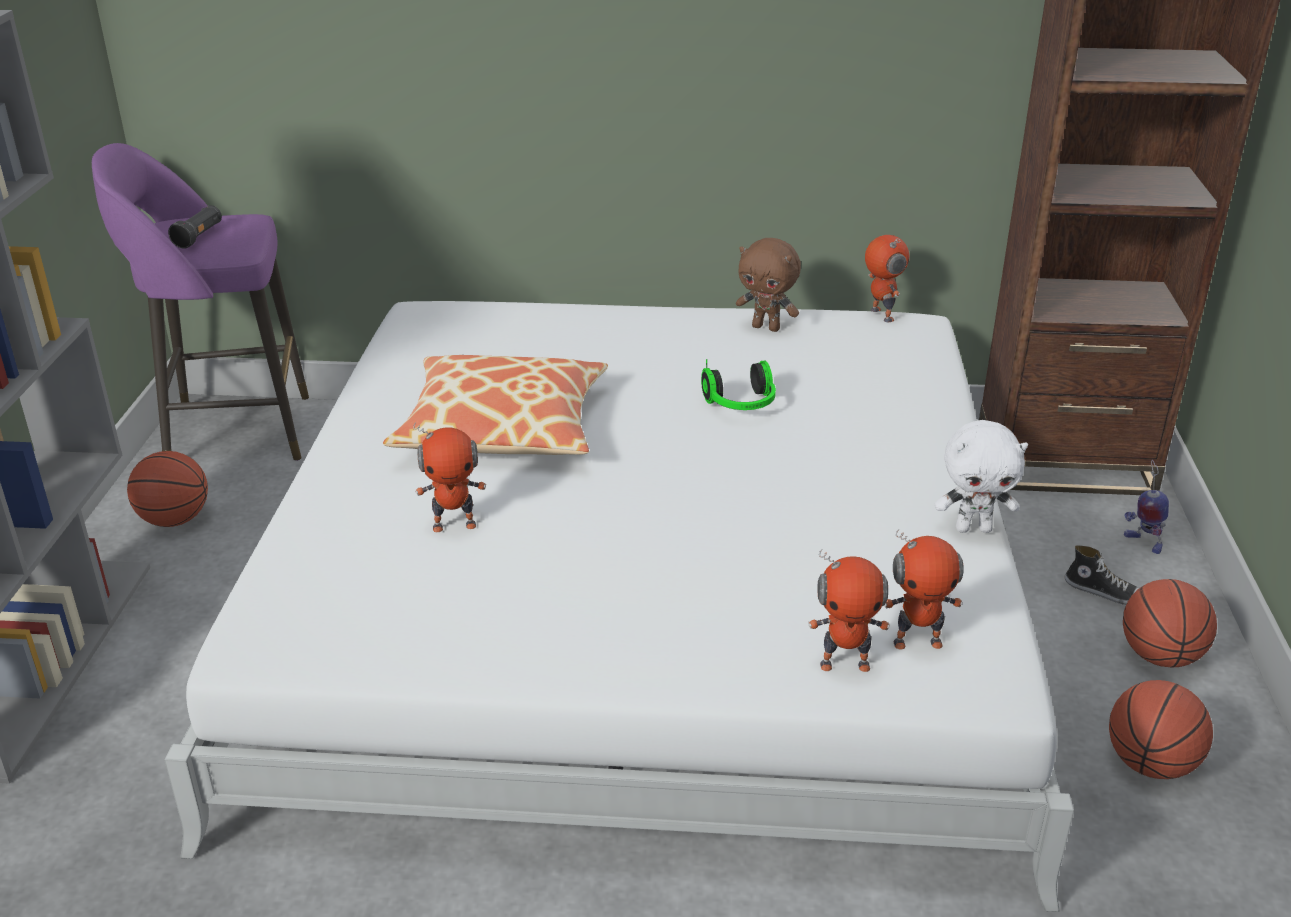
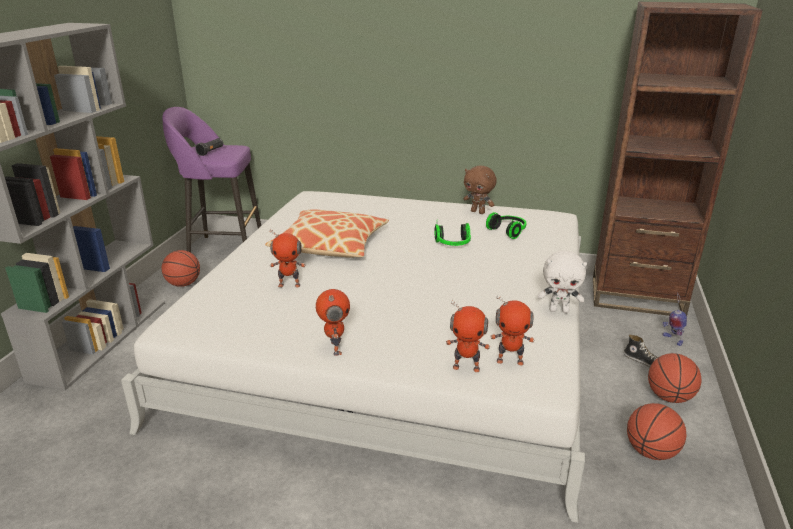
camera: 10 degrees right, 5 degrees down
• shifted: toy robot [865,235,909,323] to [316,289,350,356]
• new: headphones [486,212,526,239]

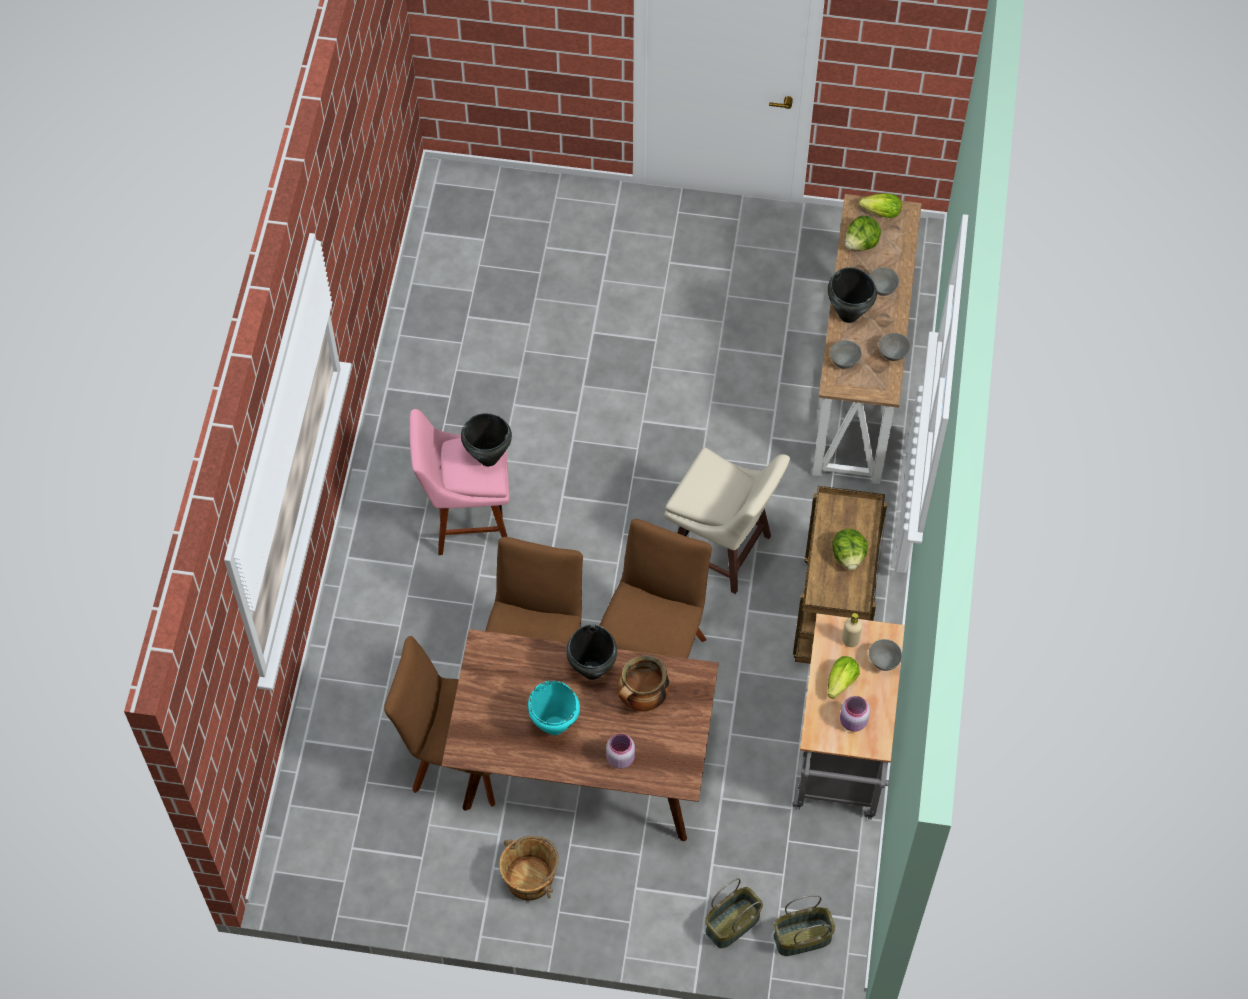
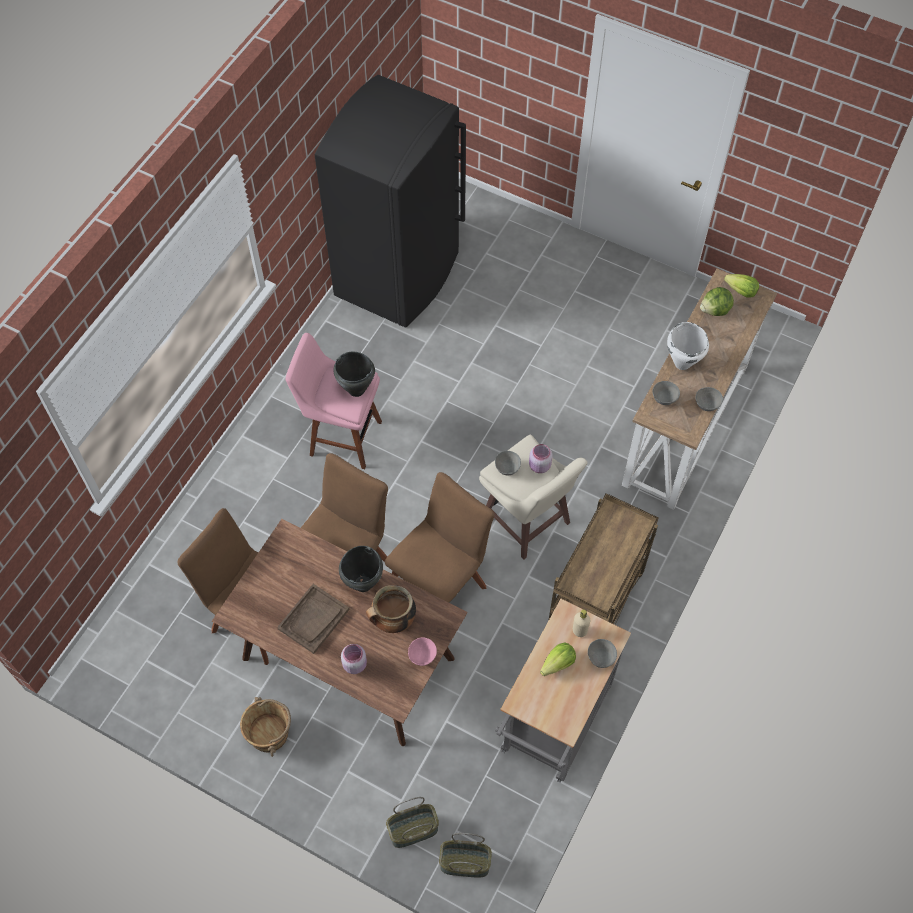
camera: 20 degrees right, 0 degrees up
• swapped: cooking pot (turquoise) [528,680,580,735] to tray (brown) [277,584,350,654]
• new: fridge (black) [315,75,466,328]
• new: bowl (pink) [408,637,437,666]
• shifted: bowl (grey) [869,268,899,296] to [495,451,521,476]
• shifted: jar (pink) [840,696,870,732] to [529,444,552,473]
• repainted: cooking pot (black) [828,267,877,323] to cooking pot (white) [667,322,709,370]
• gone: lettuce [832,529,868,570]

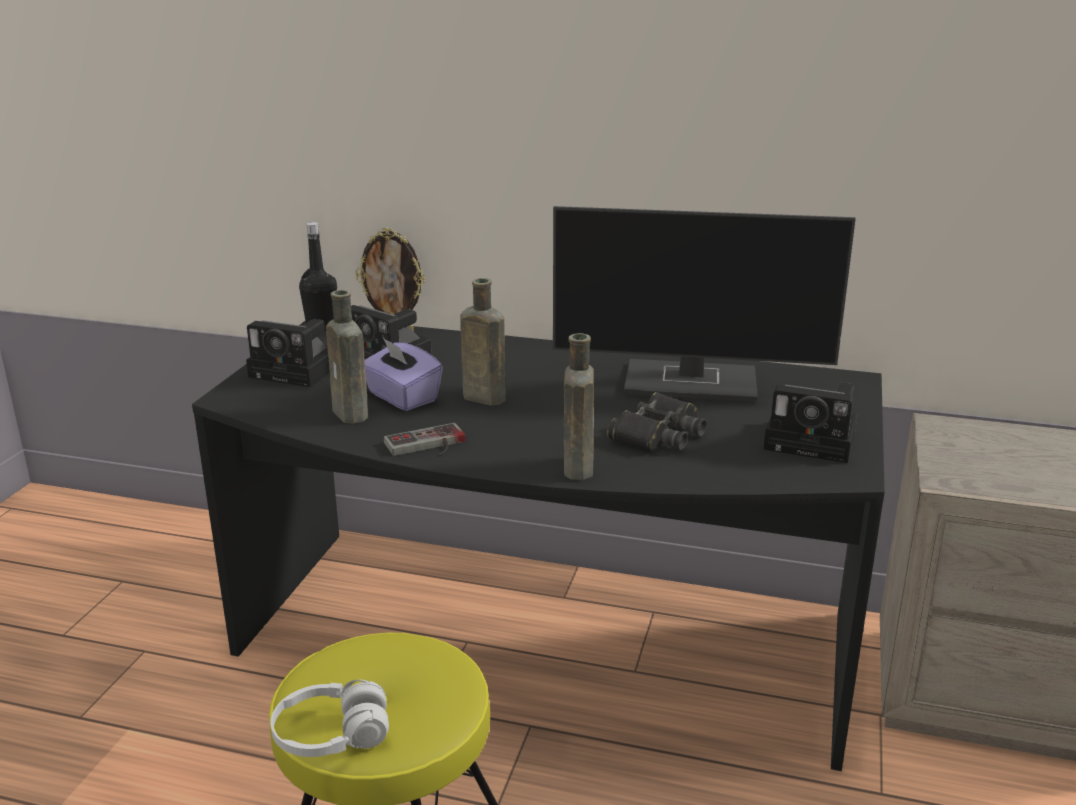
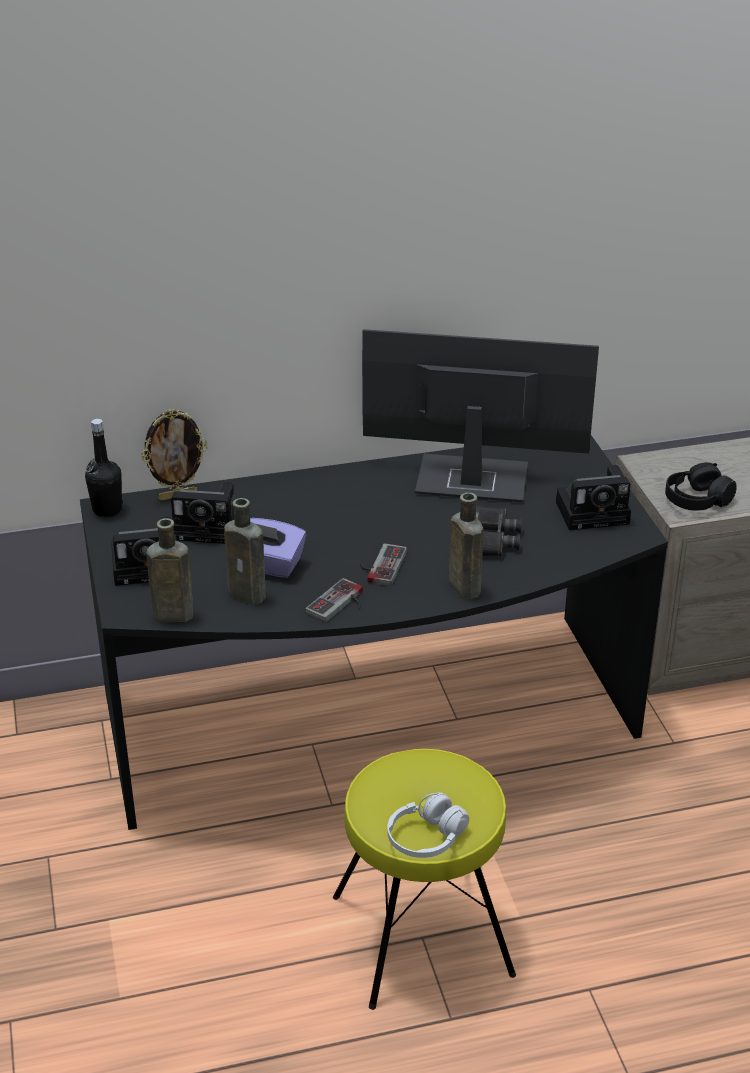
camera: 30 degrees left, 10 degrees up
• shifted: bottle (brown) [460,278,505,405] to [147,518,194,622]
• new: game controller [360,543,407,586]
• rotated: monitor [553,206,856,402] = [362,329,599,502] 150 degrees counterclockwise
• new: headphones (black) [665,462,737,511]

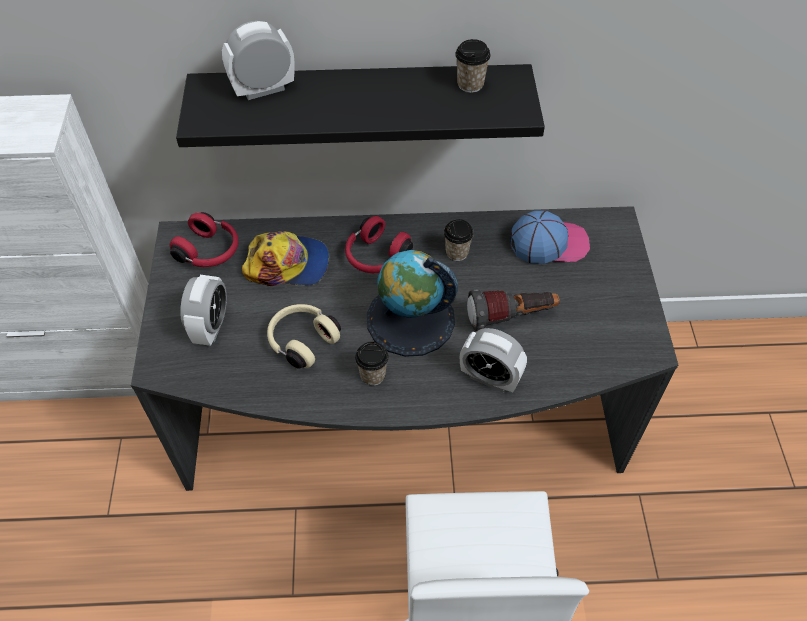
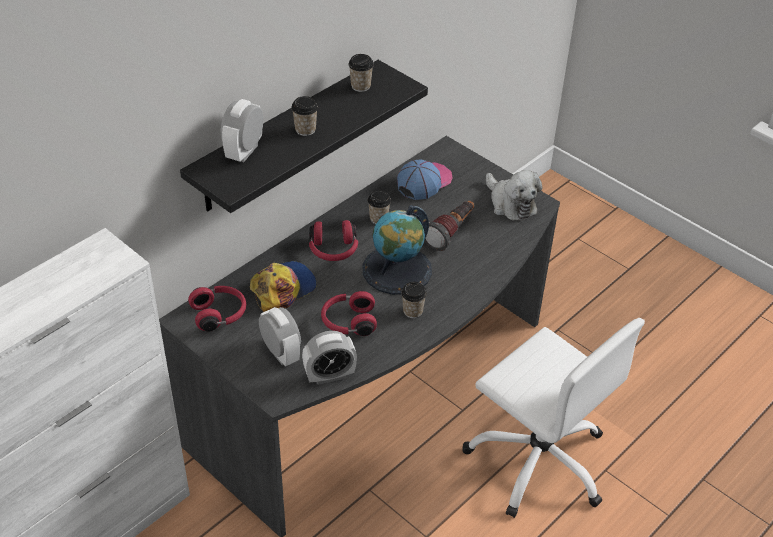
camera: 45 degrees left, 10 degrees down
• new: cup [291,96,318,136]
• shifted: alarm clock [460,328,527,392] to [302,331,357,385]
• repainted: headphones (beige) [267,304,341,369] to headphones (red) [321,291,377,336]
• new: plush toy [486,170,542,221]

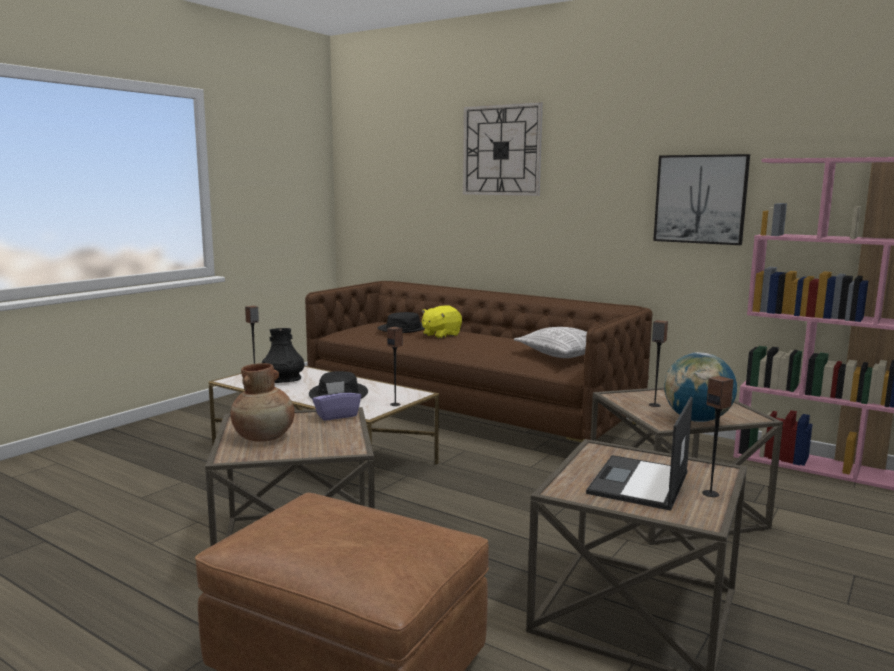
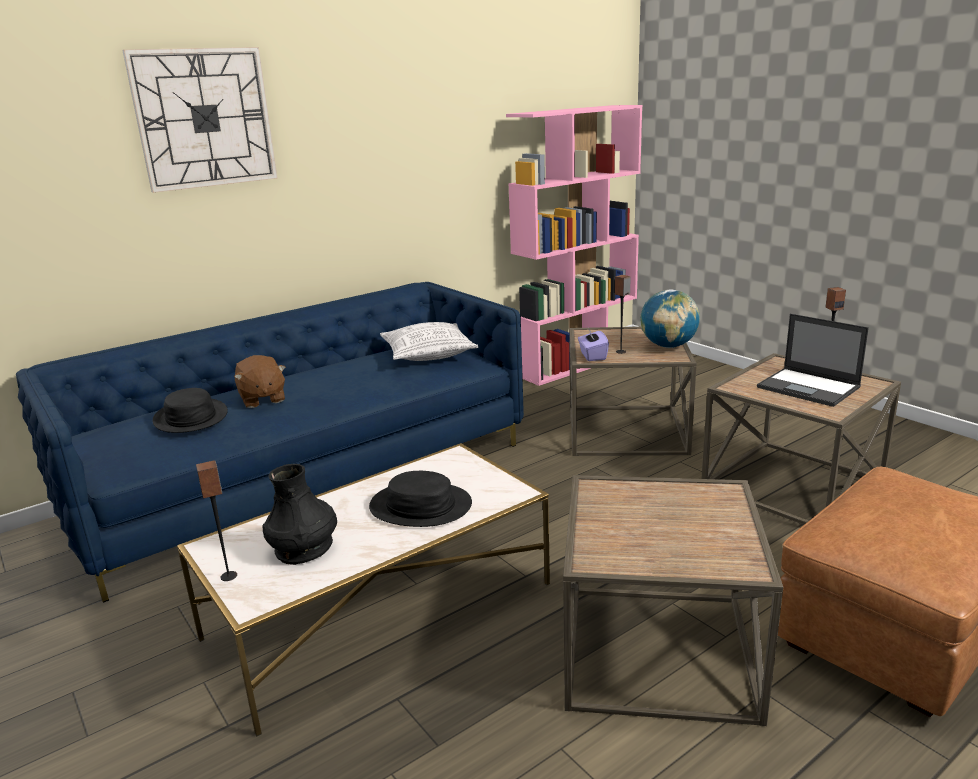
camera: 70 degrees left, 10 degrees up
• repainted: sofa (brown) [305,281,652,442] to sofa (blue) [16,282,524,603]
• repainted: plush toy (yellow) [422,305,462,339] to plush toy (brown) [234,355,286,408]
• shifted: tissue box (purple) [312,381,361,421] to [578,329,609,361]
• gone: vase (brown) [231,363,295,442]
• gone: speaker [387,327,403,406]
• gone: picture [653,154,750,245]

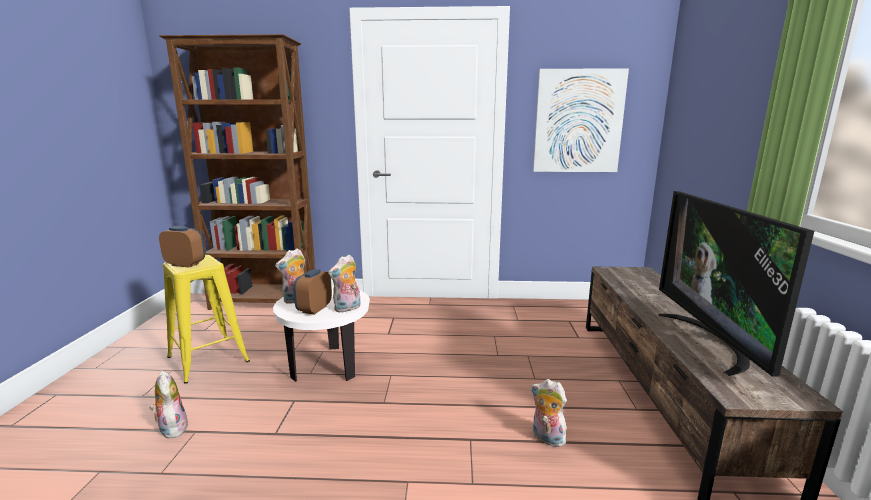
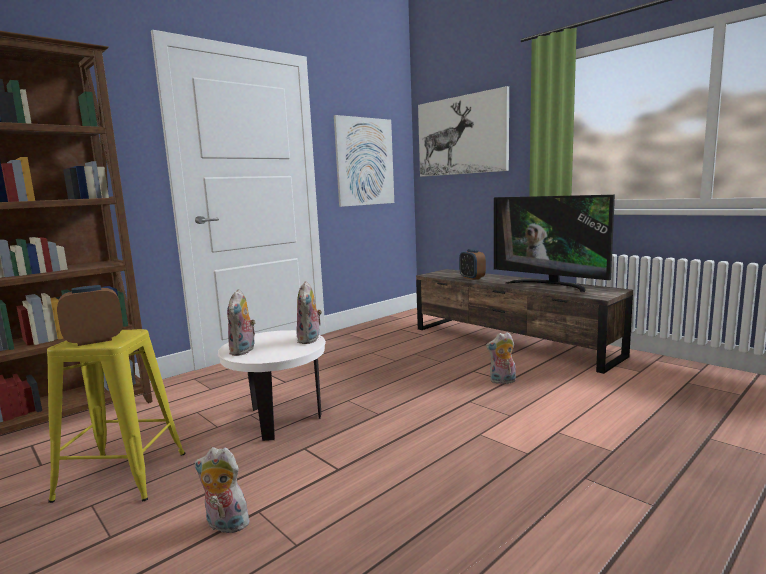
camera: 45 degrees left, 5 degrees down
• new: picture [418,86,509,177]
• shifted: alarm clock [293,269,332,315] to [459,249,486,280]

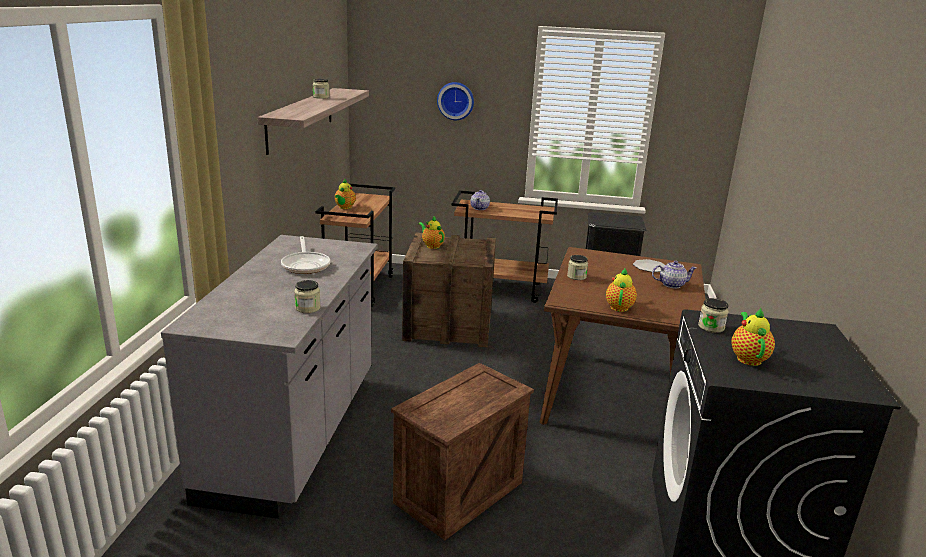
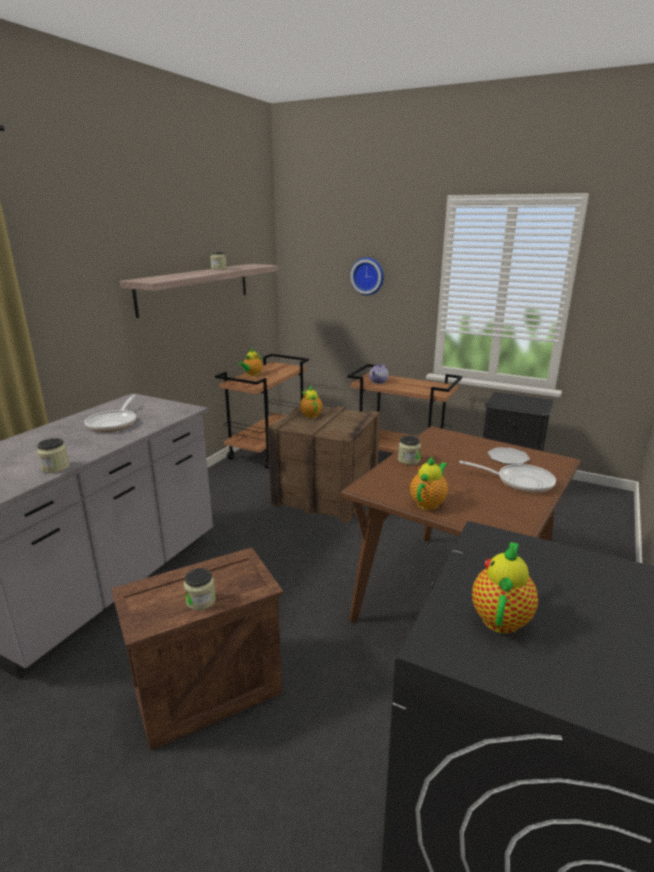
camera: 20 degrees right, 0 degrees up
• shifted: jar [698,298,729,333] to [184,568,216,610]
• swapped: teapot [652,261,697,288] to frying pan [459,461,556,493]

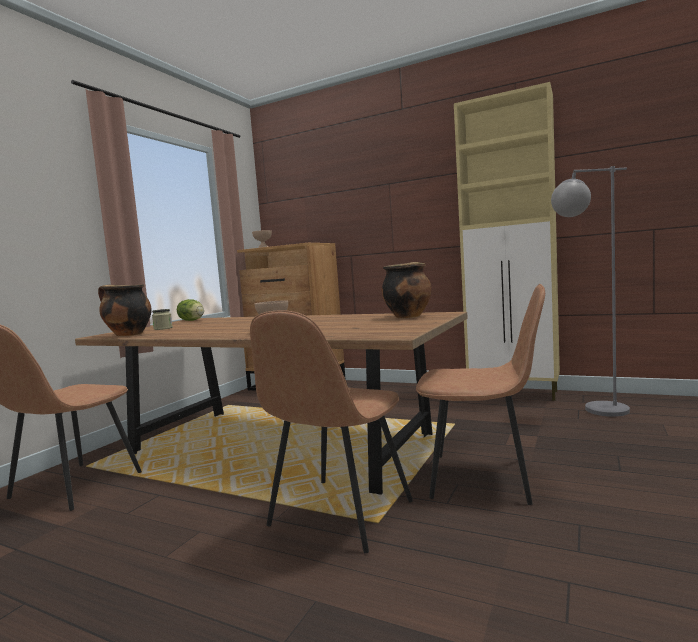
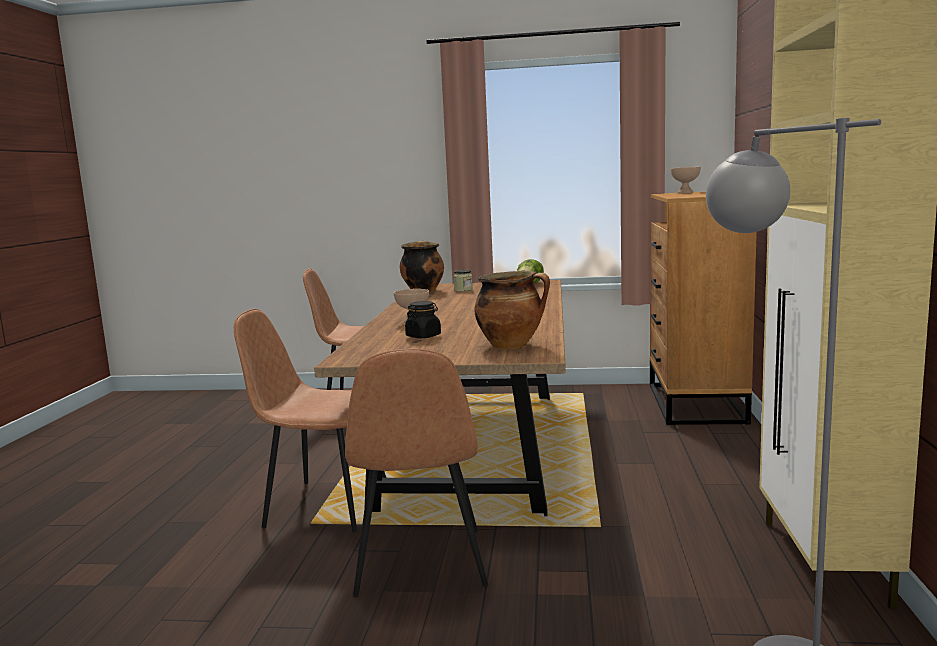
camera: 70 degrees right, 5 degrees up
• new: jar (black) [405,301,441,338]

